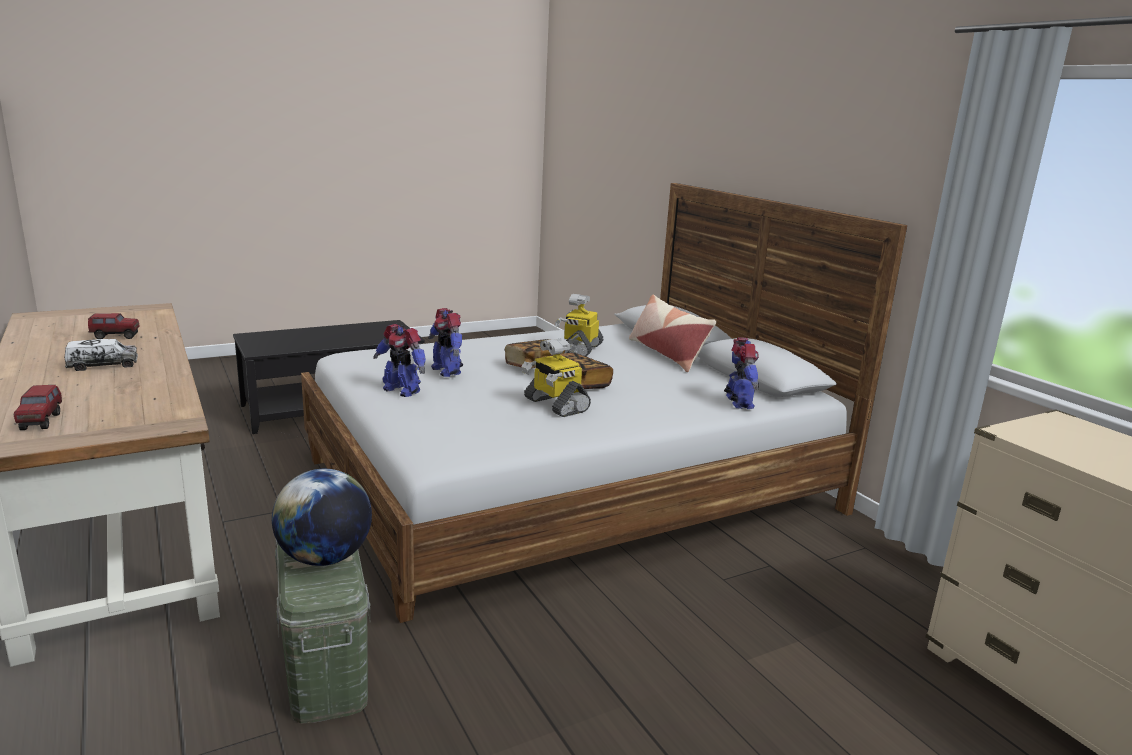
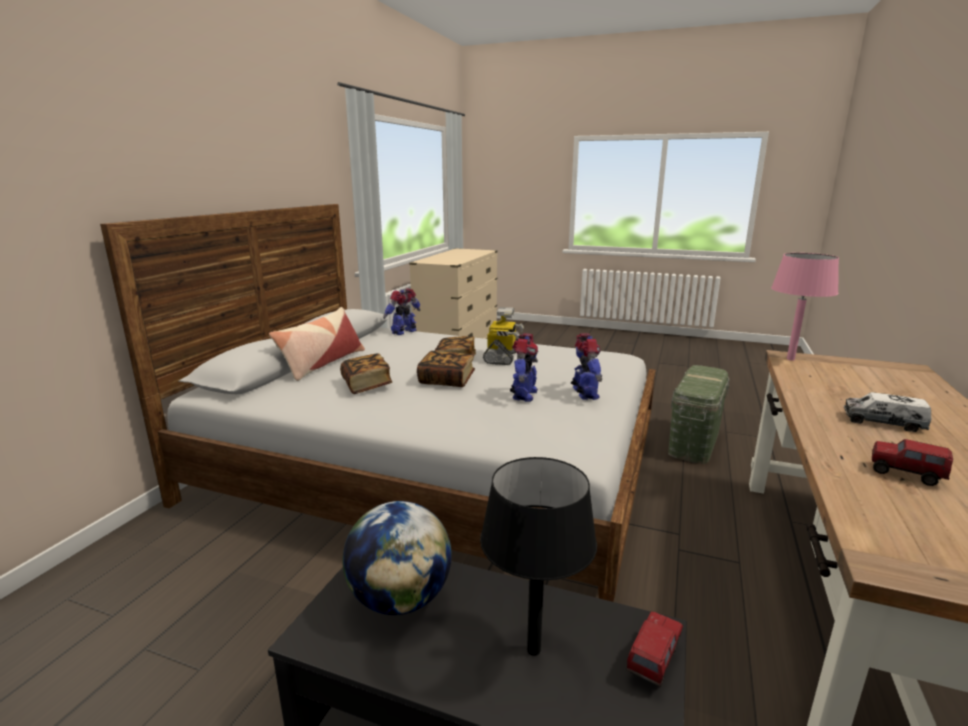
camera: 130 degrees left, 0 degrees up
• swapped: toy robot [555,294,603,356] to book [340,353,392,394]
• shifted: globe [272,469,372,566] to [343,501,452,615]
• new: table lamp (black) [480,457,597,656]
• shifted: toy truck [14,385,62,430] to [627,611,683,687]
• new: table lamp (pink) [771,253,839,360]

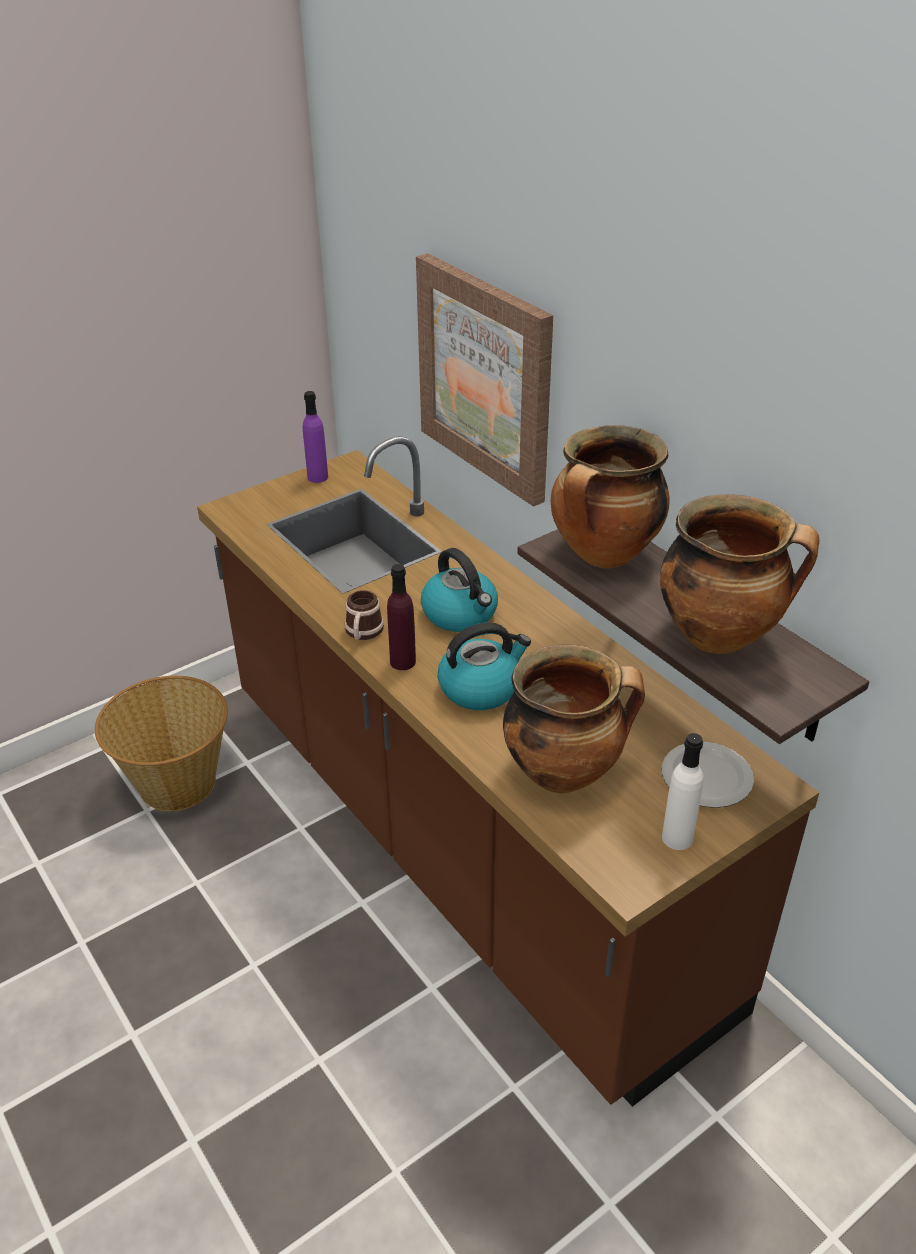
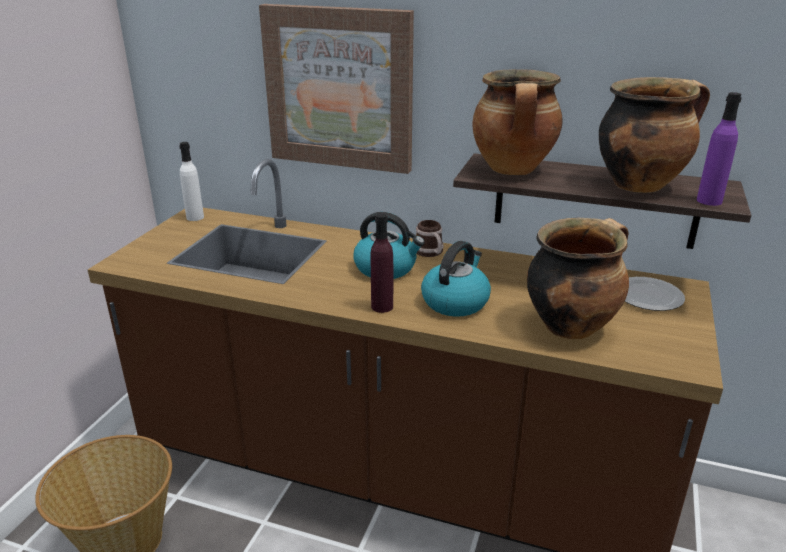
camera: 35 degrees left, 10 degrees down
• shifted: bottle (white) [662,733,703,850] to [179,142,204,221]
• shifted: mug [344,590,384,640] to [416,220,444,257]
• shifted: bottle (purple) [303,391,328,483] to [697,92,742,206]

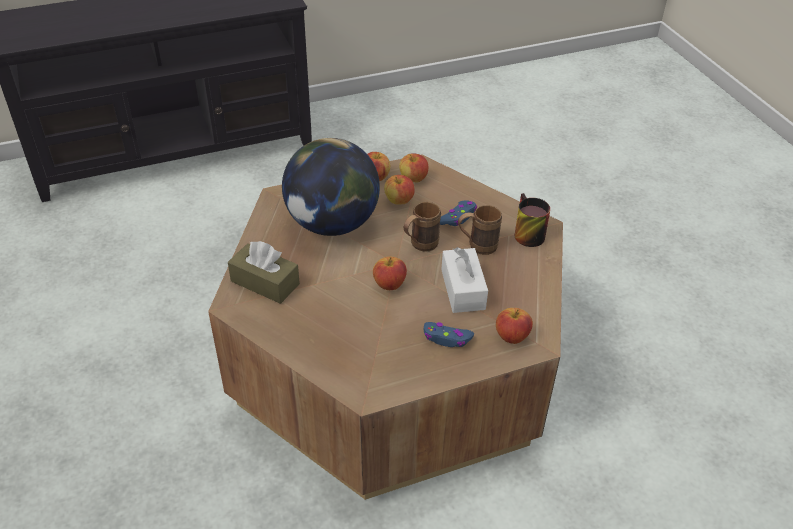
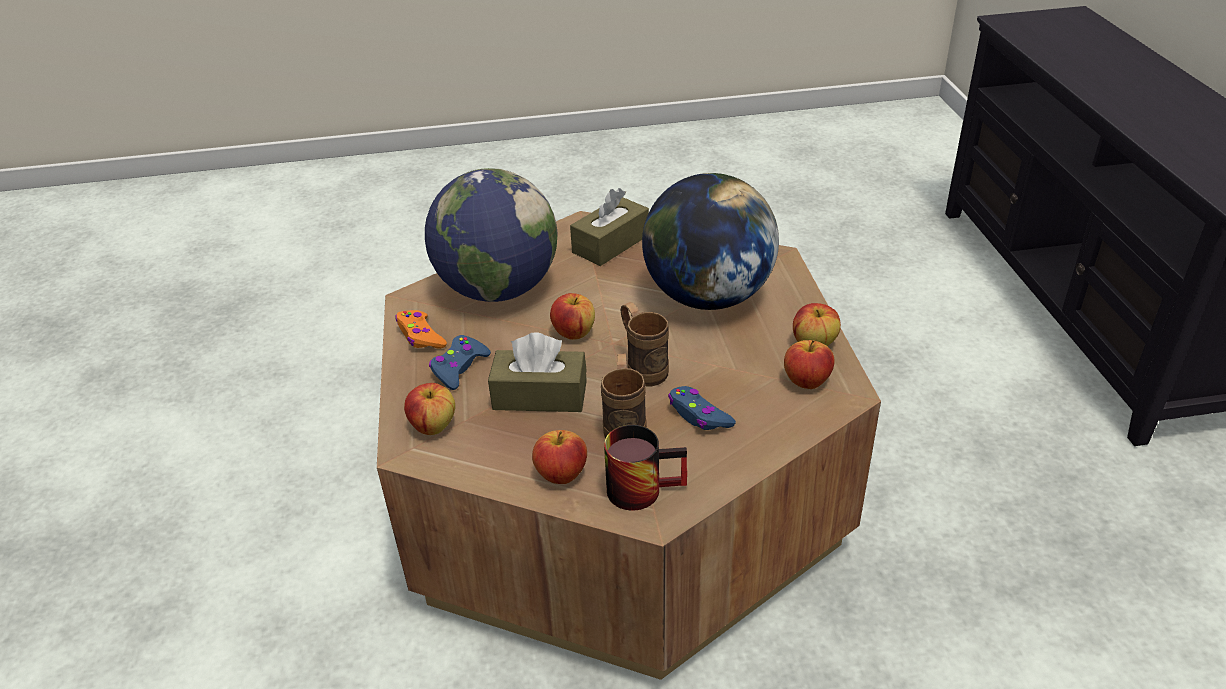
camera: 105 degrees right, 5 degrees down
• new: game controller (orange) [396,310,447,349]
• new: globe [425,168,558,302]
• repainted: tissue box (white) [441,247,488,313] to tissue box (brown) [488,333,587,412]
• shifted: apple [384,175,415,205] to [532,430,587,484]

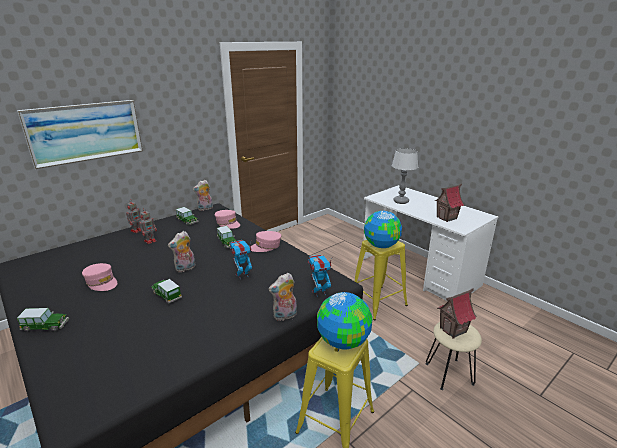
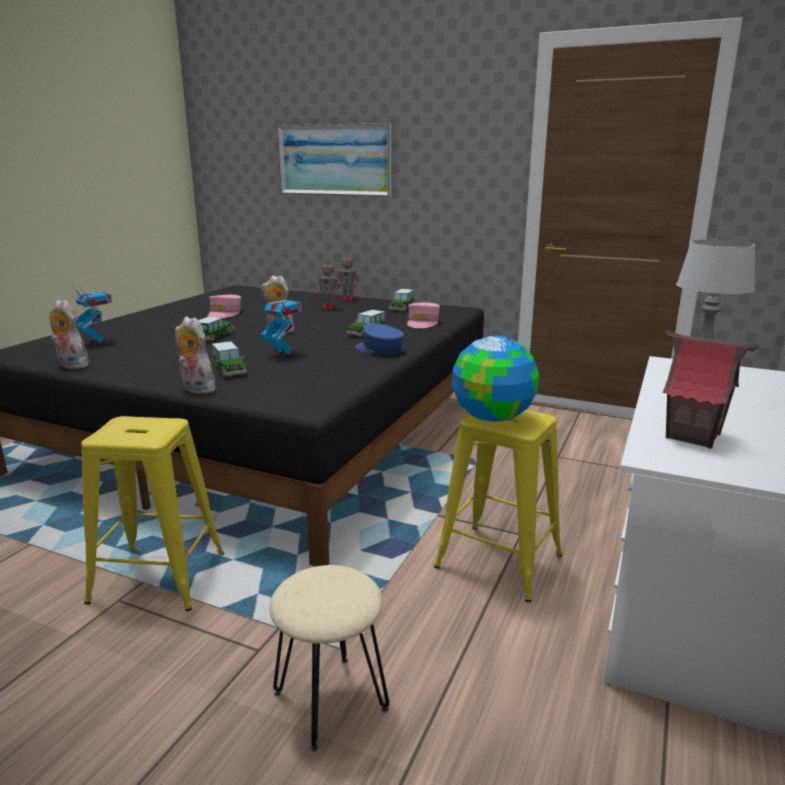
camera: 65 degrees right, 5 degrees down
• shifted: plush toy [193,180,213,211] to [49,300,89,369]
• shifted: toy robot [308,254,333,297] to [71,284,112,345]
• shifted: toy car [17,308,69,331] to [212,341,247,377]
• repainted: cap (pink) [251,231,281,252] to cap (blue) [355,323,404,356]
• gone: globe [317,292,372,349]
• gone: toy house [437,288,477,339]

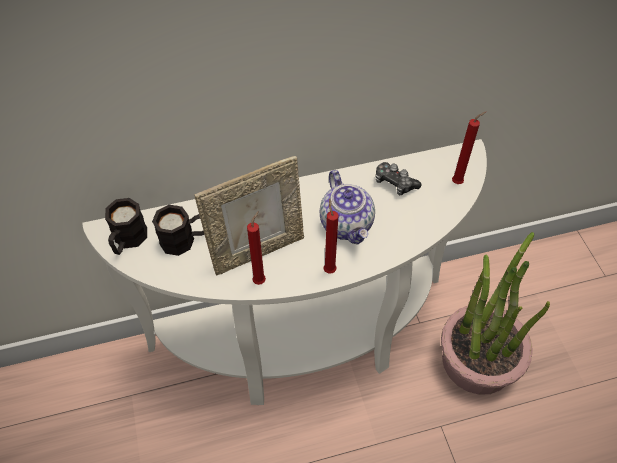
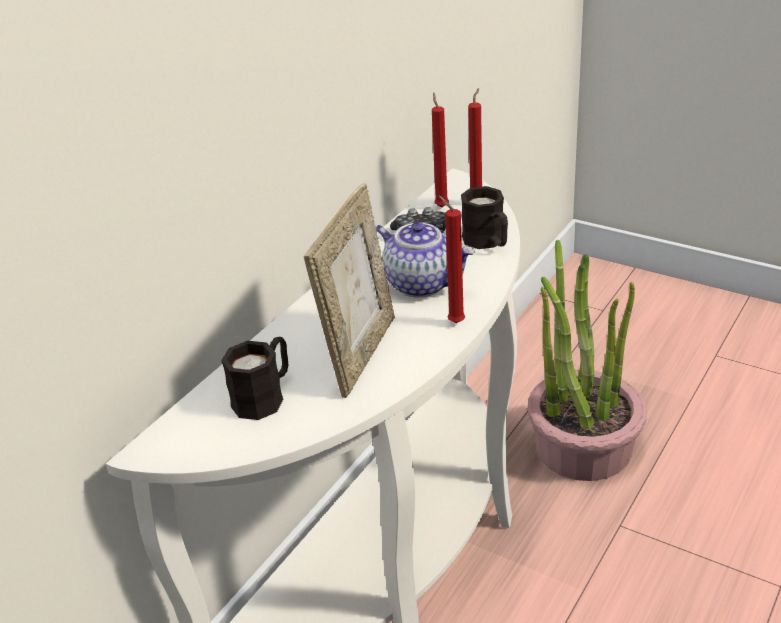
camera: 40 degrees left, 20 degrees down
• shifted: candle (red) [247,211,266,285] to [432,92,449,207]
• shifted: mug (black) [105,198,147,255] to [461,186,508,249]

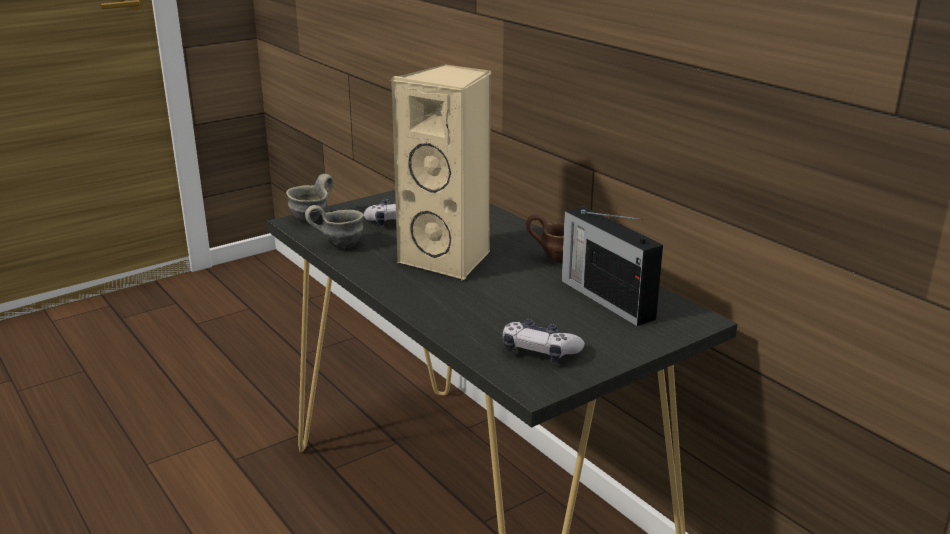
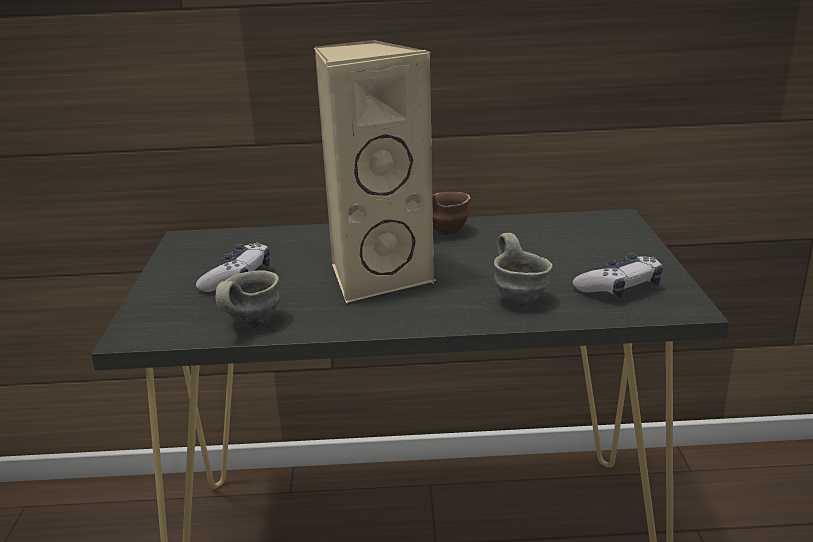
camera: 55 degrees left, 0 degrees up
• shifted: mug (grey) [286,174,334,223] to [494,233,553,306]
• gone: radio [562,206,663,326]

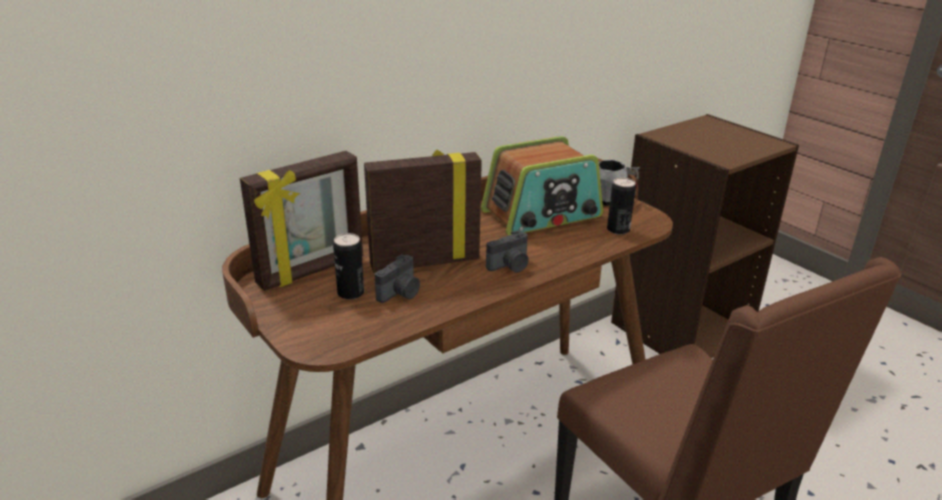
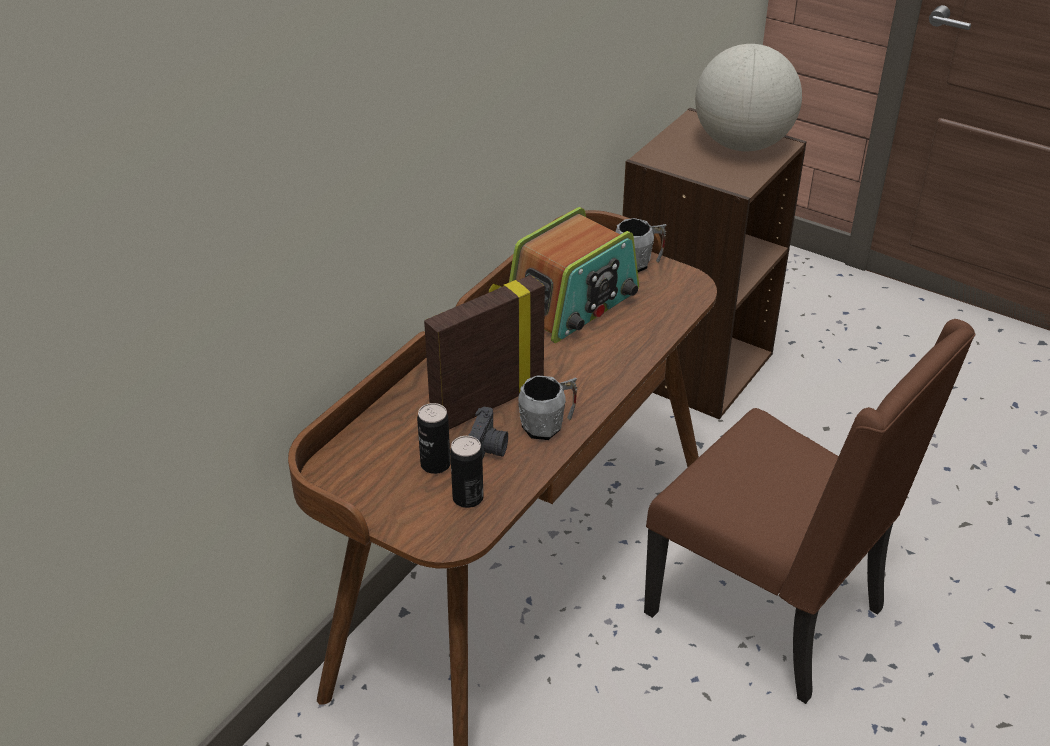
camera: 20 degrees left, 10 degrees up
• shifted: can [607,178,636,235] to [450,436,484,508]
• new: mug (grey) [518,375,577,440]
• new: globe [695,44,802,151]
• gone: picture frame [240,151,363,291]
• gone: photo camera [486,230,529,273]

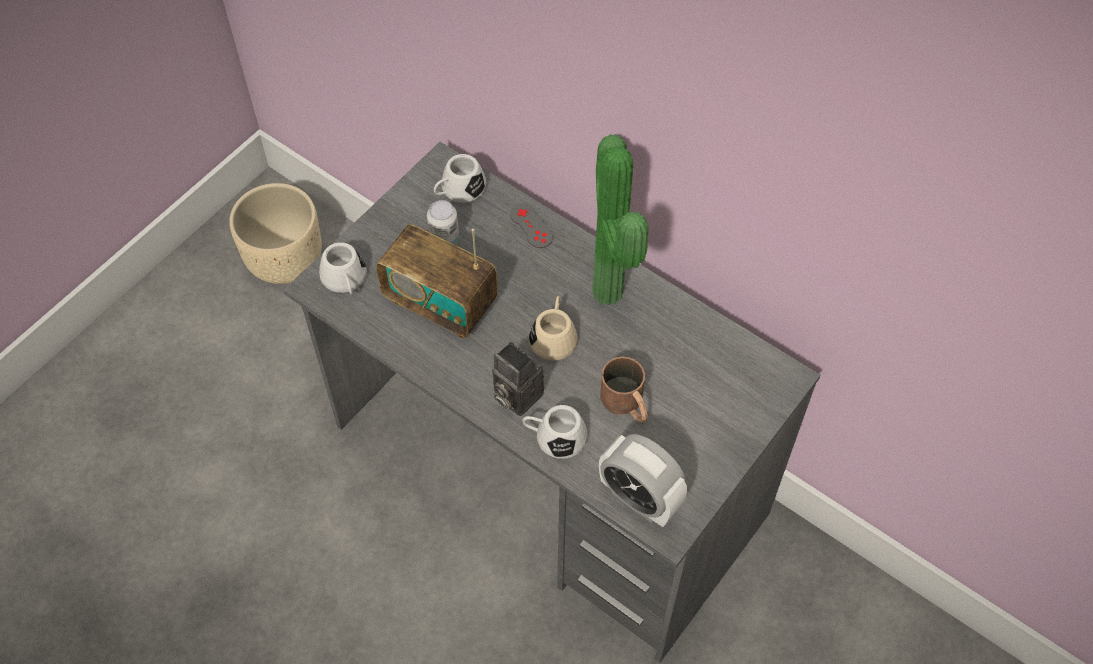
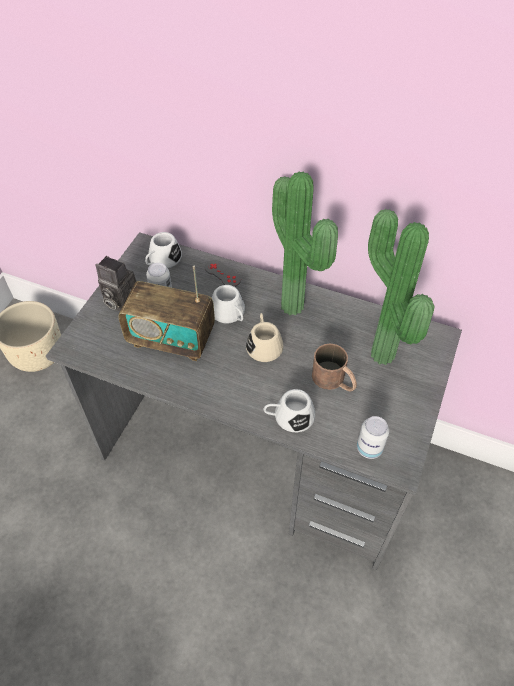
camera: 15 degrees left, 5 degrees down
• shifted: photo camera [492,342,544,416] to [95,256,136,311]
• shifted: mug (white) [319,242,367,295] to [212,285,245,323]
• swapped: alarm clock [599,434,687,527] to can [357,416,389,459]
• new: potted plant [368,209,434,365]

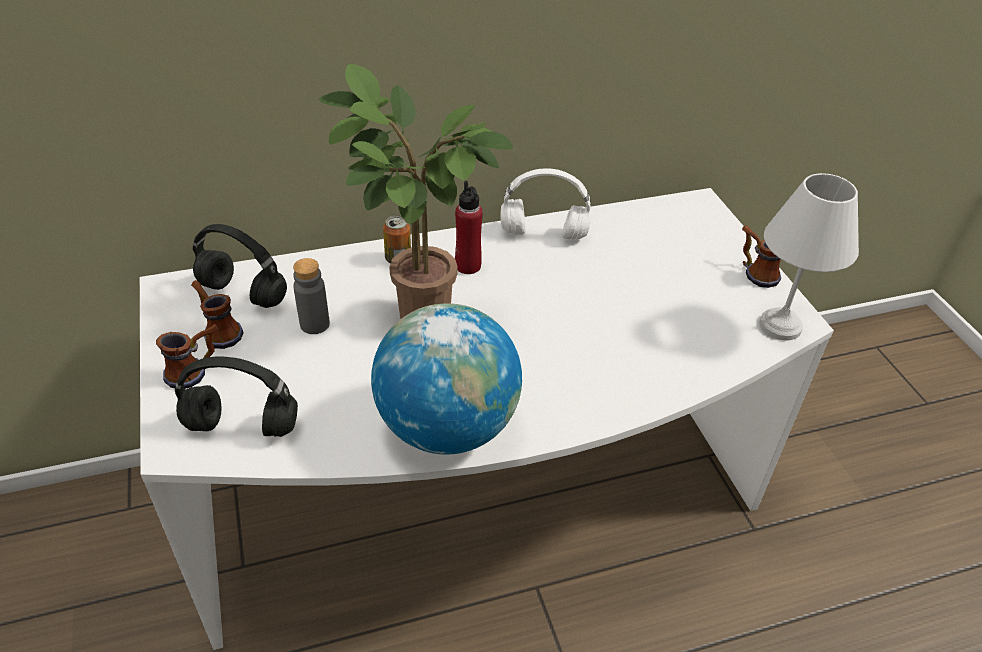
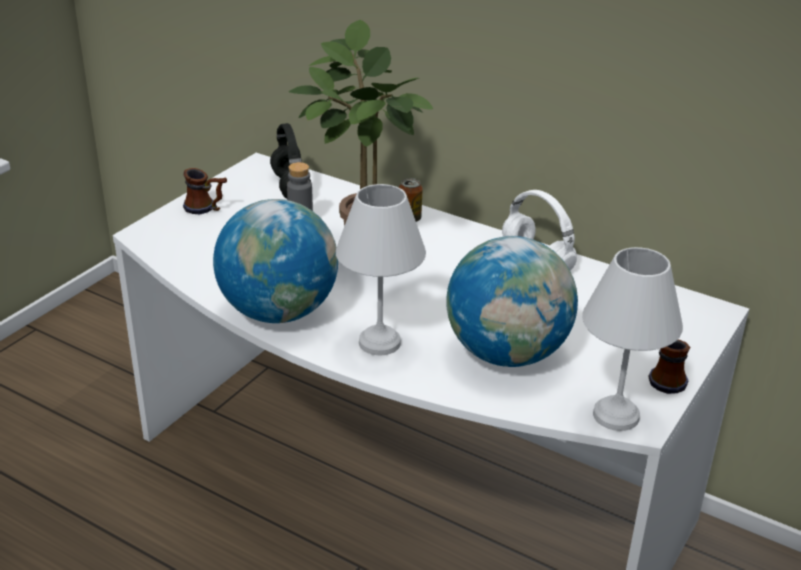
camera: 50 degrees right, 10 degrees down
• new: table lamp (white) [336,184,426,355]
• new: globe [446,236,578,367]
• gone: headphones (black) [175,356,298,437]
• gone: mug [191,280,243,349]
• gone: bottle (red) [455,181,483,274]

